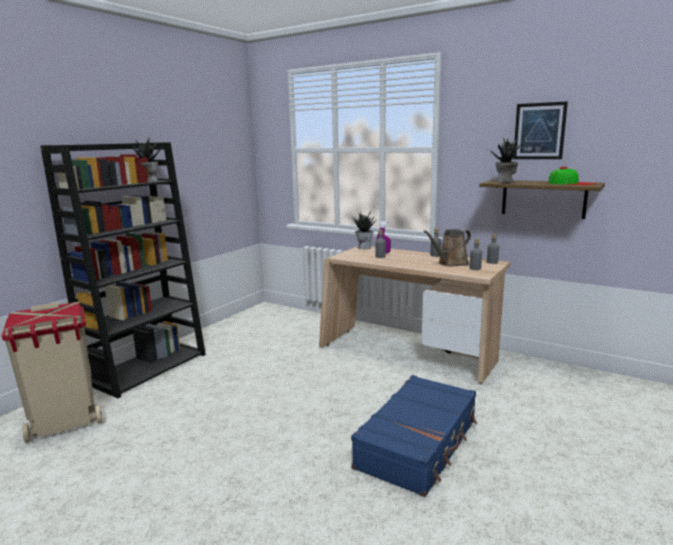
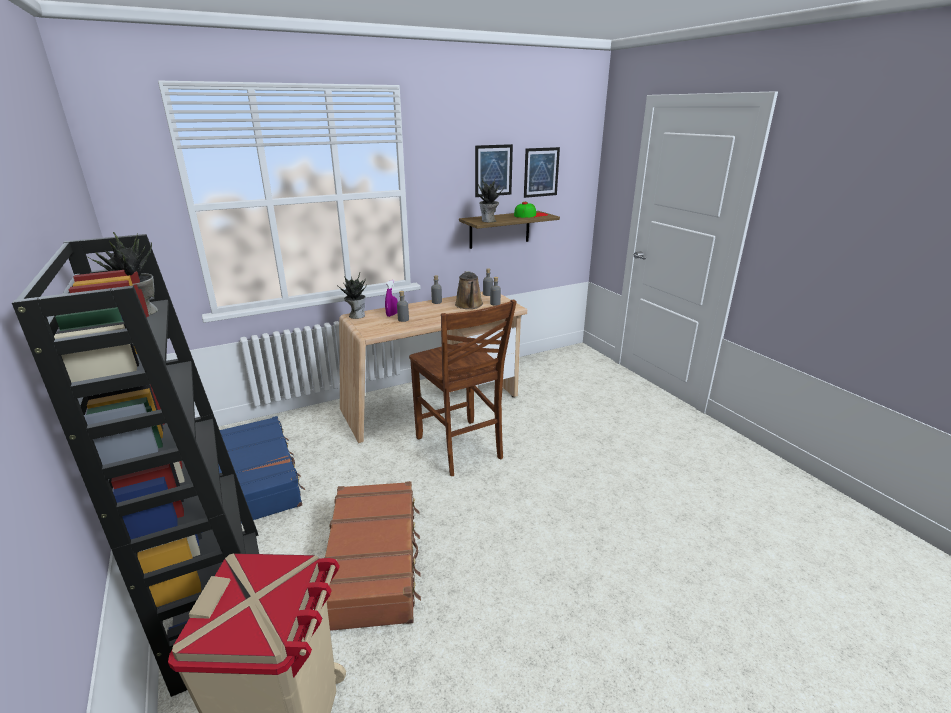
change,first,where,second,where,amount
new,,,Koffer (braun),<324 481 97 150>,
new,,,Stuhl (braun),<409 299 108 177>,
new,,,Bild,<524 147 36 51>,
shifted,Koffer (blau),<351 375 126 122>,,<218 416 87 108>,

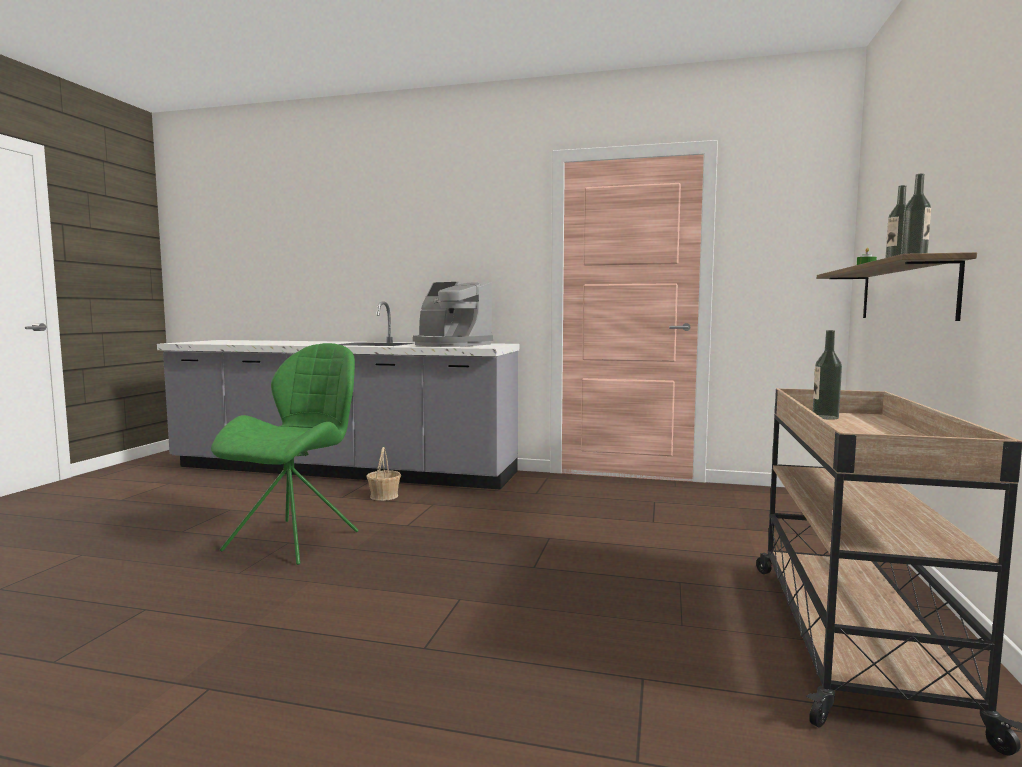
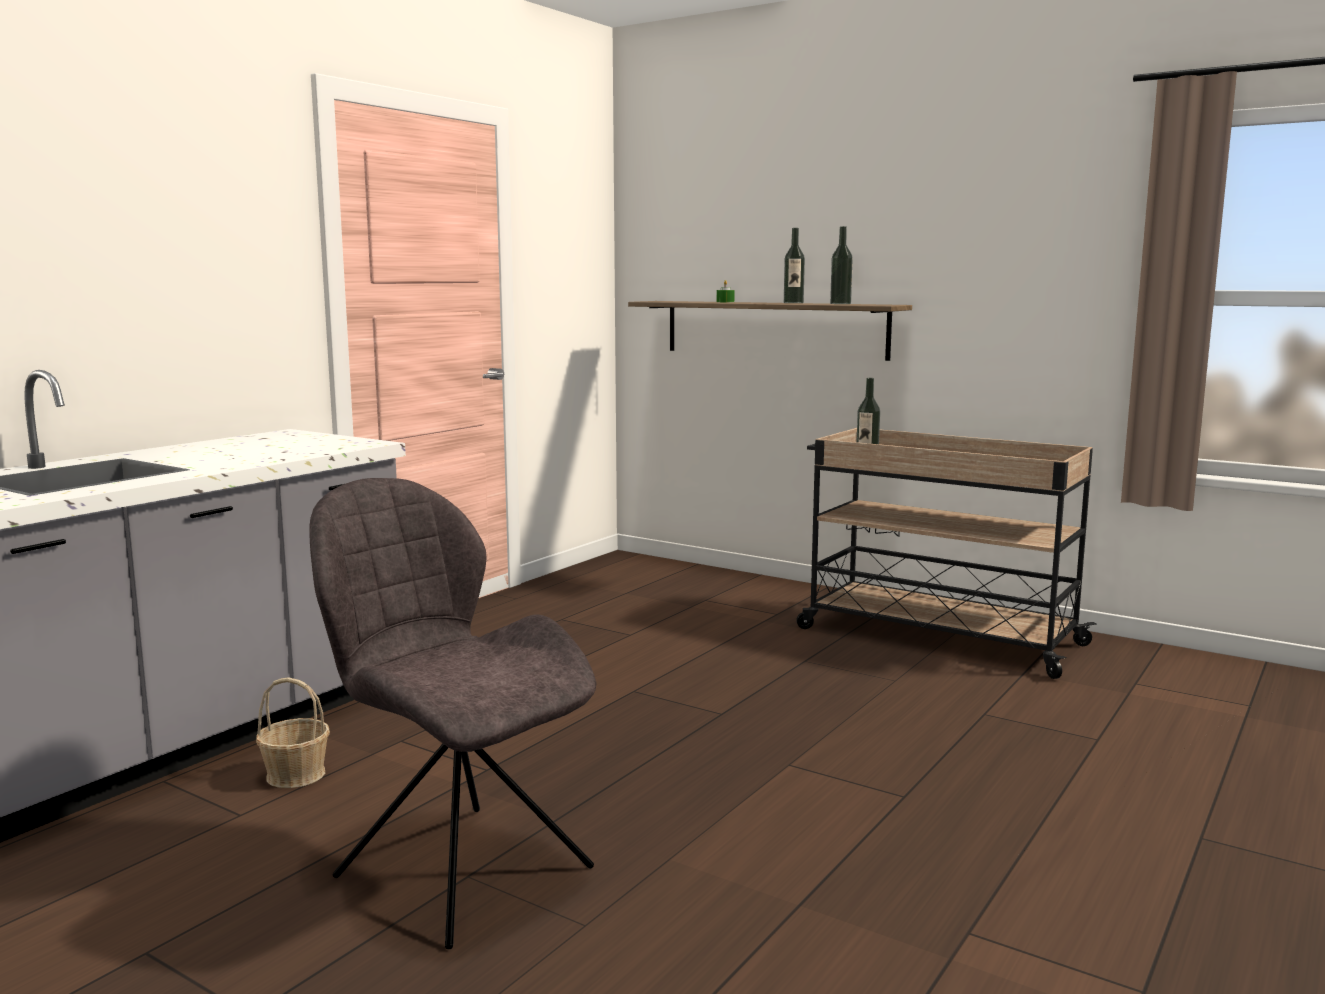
change,first,where,second,where,amount
gone,Kaffeemaschine,<413 282 80 65>,,,
repainted,Stuhl (grün),<211 343 148 222>,Stuhl (grau),<309 478 287 471>,

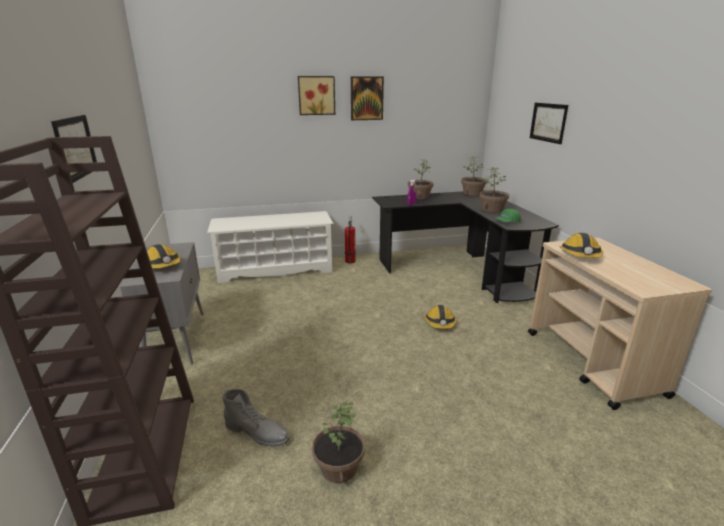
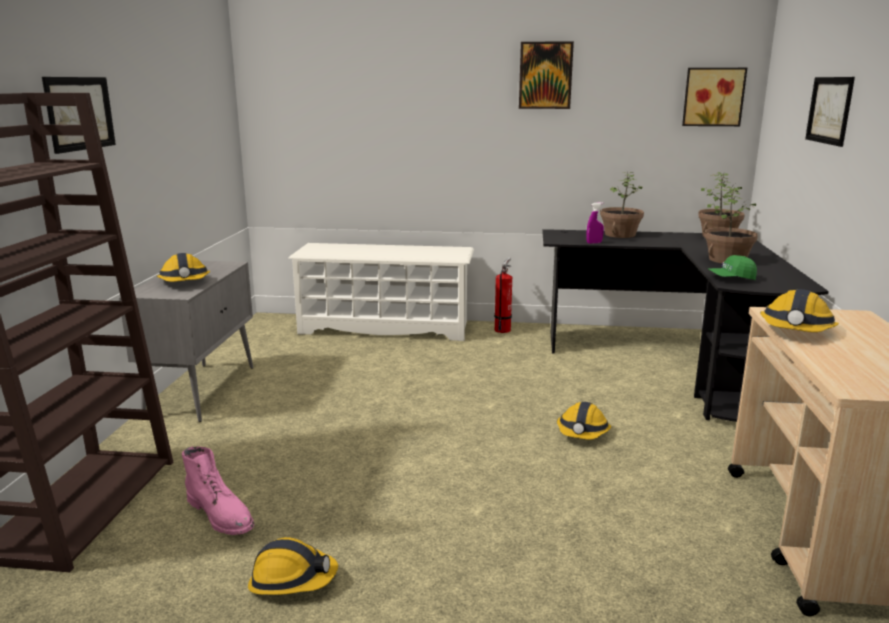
change,first,where,second,where,amount
shifted,Bild,<298 76 37 39>,,<682 68 65 58>,
swapped,Topfpflanze,<312 402 53 81>,Schutzhelm,<248 537 90 58>,
repainted,Stiefel (grau),<222 389 68 57>,Stiefel (rosa),<182 447 72 88>,

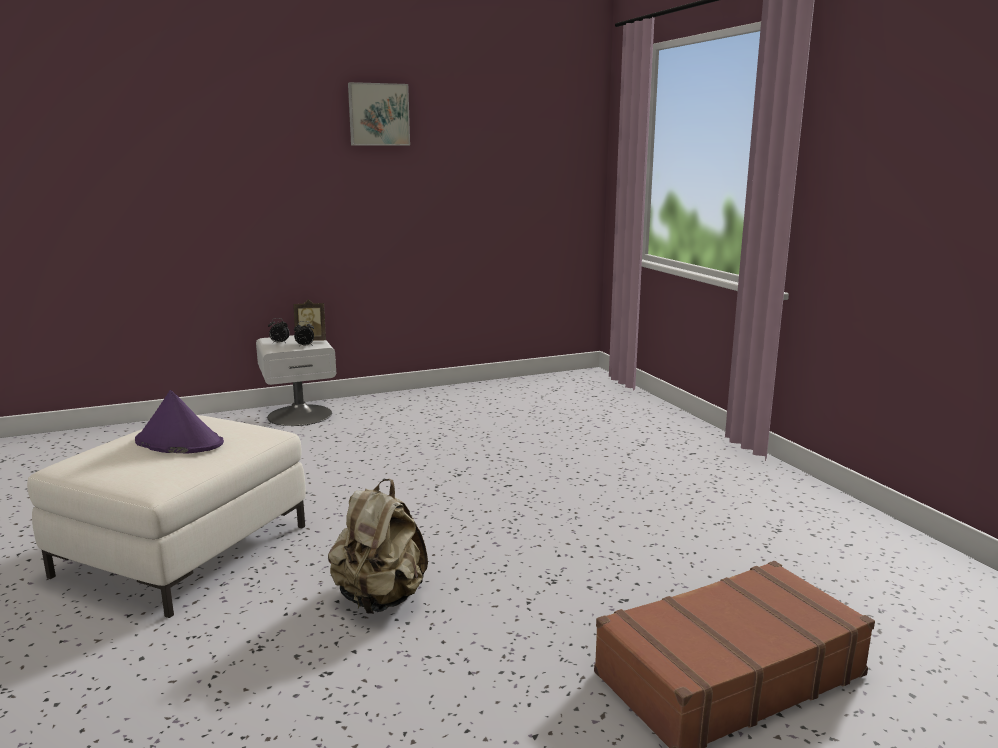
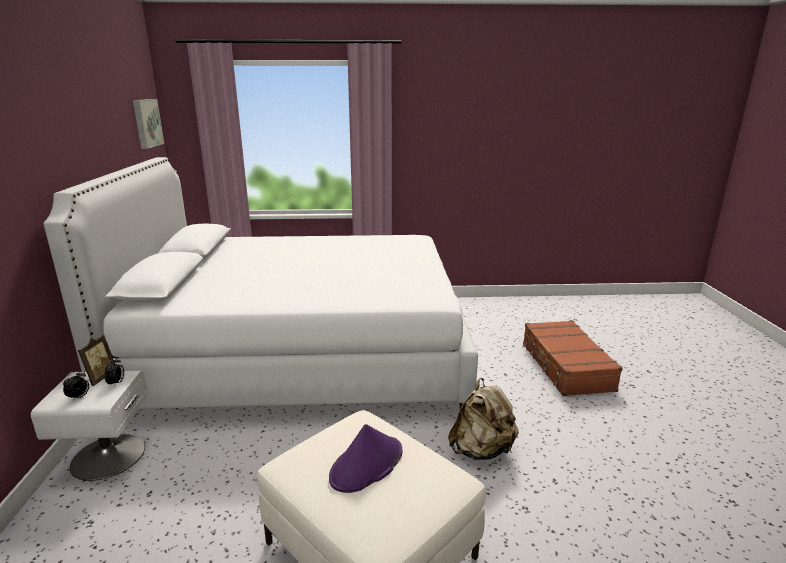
change,first,where,second,where,amount
new,,,Bett (weiß),<44 157 434 252>,
shifted,Bild,<348 82 62 63>,,<133 99 31 50>,

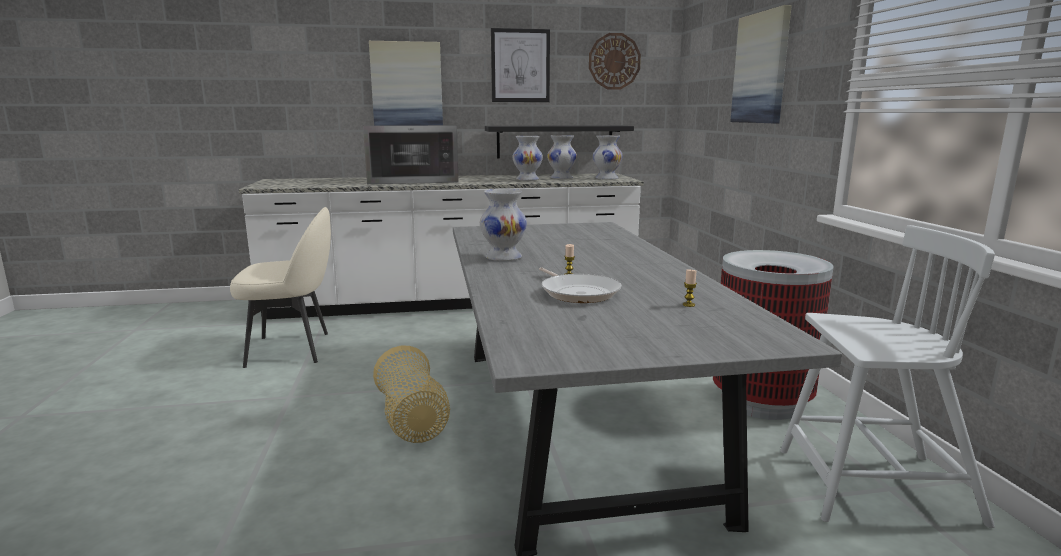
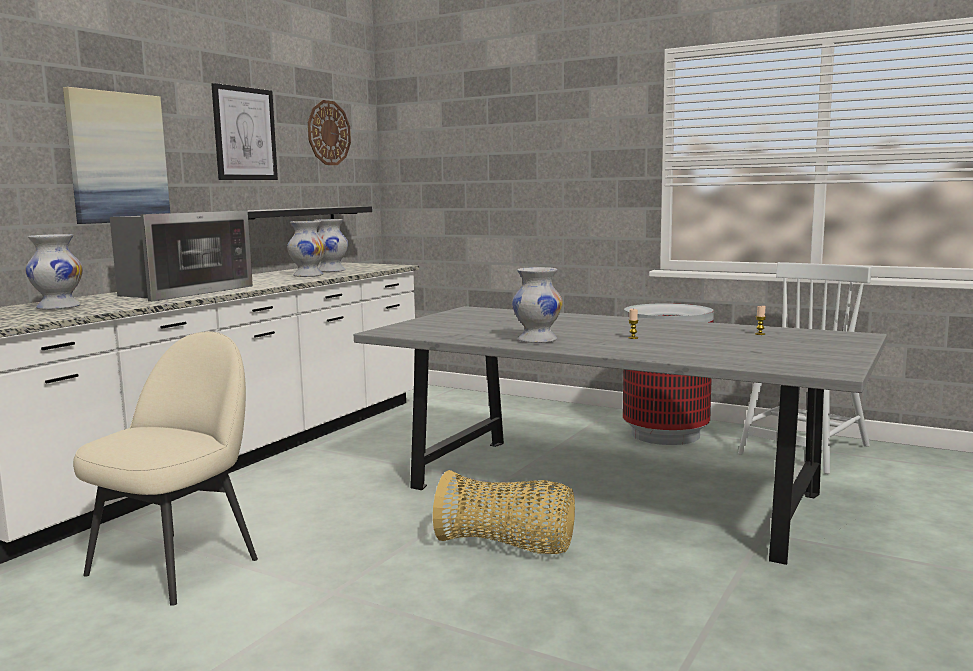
change,first,where,second,where,amount
gone,Pfanne,<539 267 82 36>,,,
gone,Bild,<730 5 62 118>,,,
shifted,Vase (weiß),<593 135 30 45>,,<25 234 58 76>,

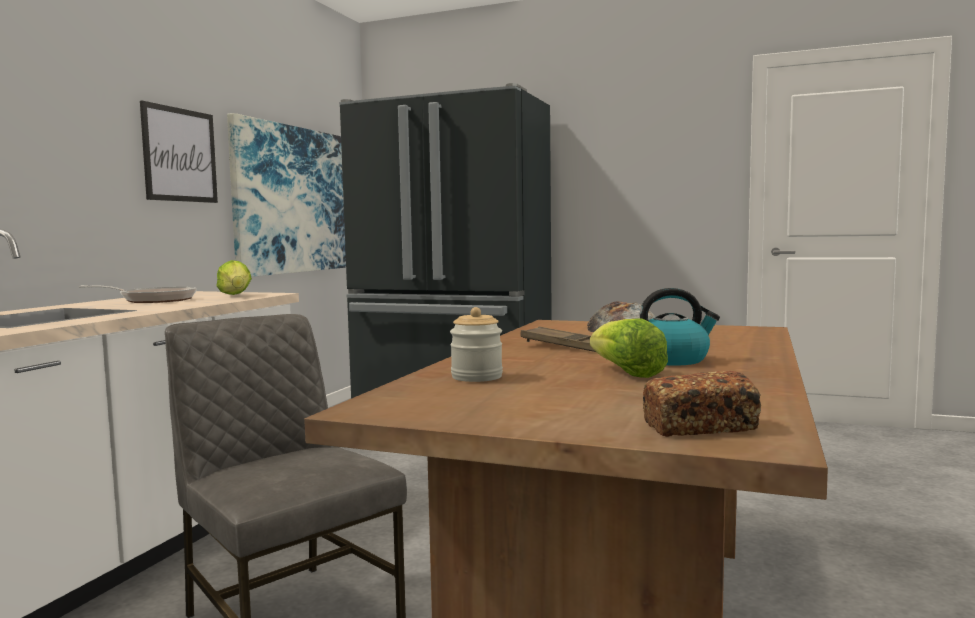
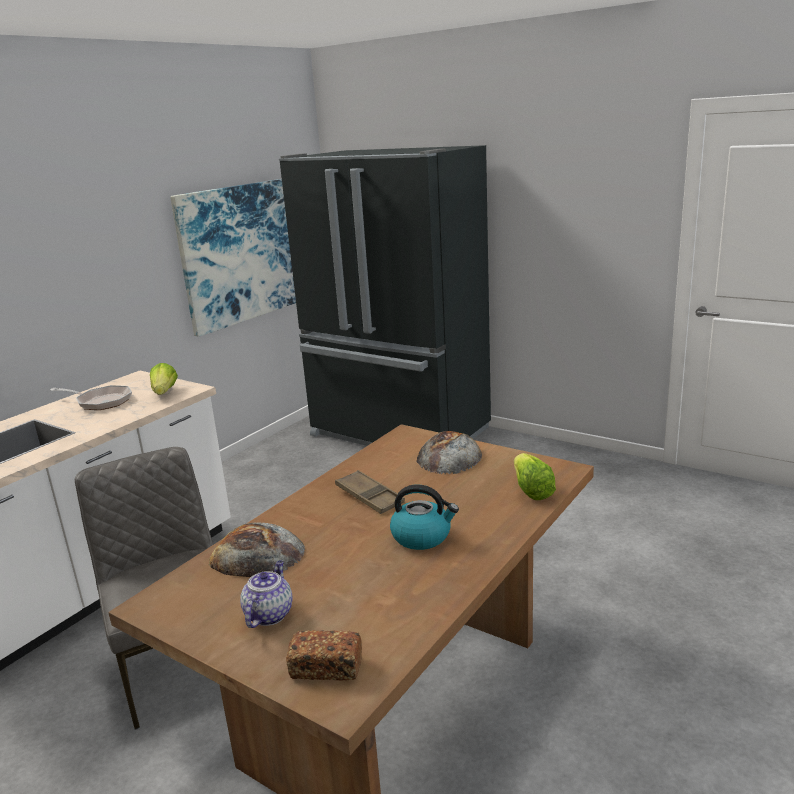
change,first,where,second,where,amount
gone,Bild,<140 101 78 102>,,,
new,,,Teekanne,<240 560 53 68>,
shifted,Salatkopf,<590 318 78 60>,,<514 453 42 47>,
swapped,Vorratsglas,<450 307 53 75>,Brot,<209 523 96 54>,

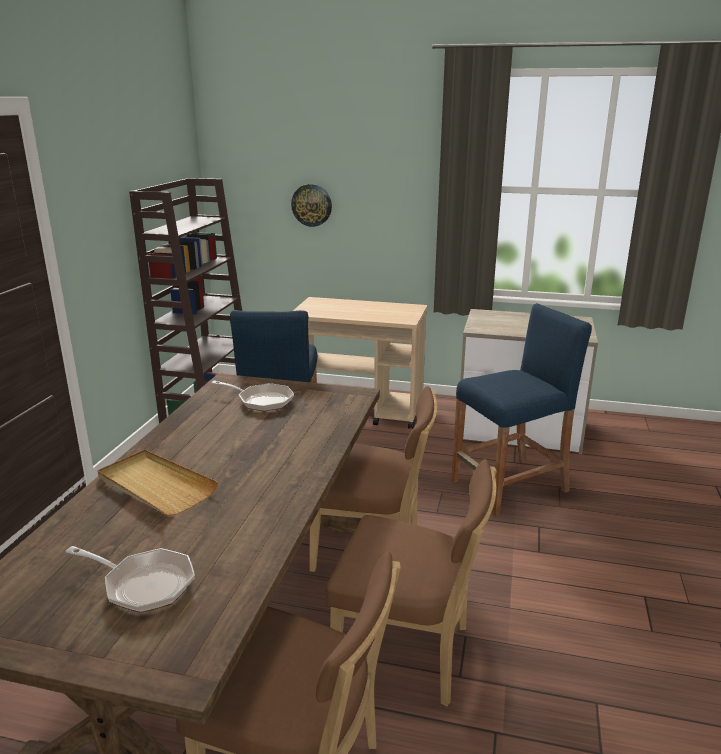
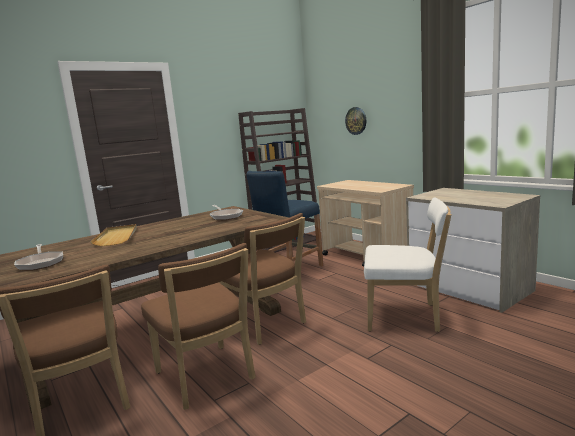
change,first,where,second,where,amount
swapped,Hocker (blau),<451 303 141 214>,Stuhl (weiß),<364 197 88 135>,

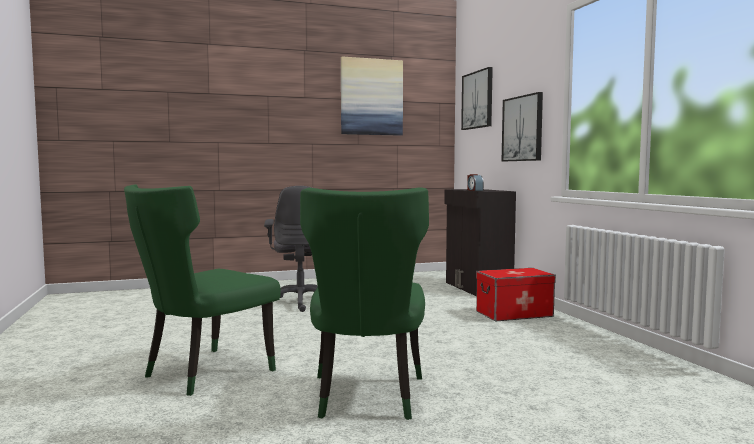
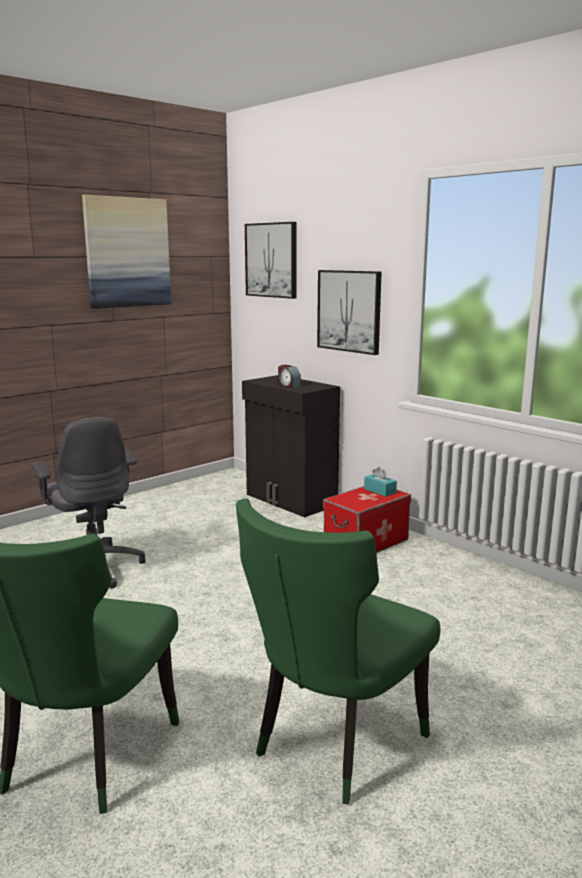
change,first,where,second,where,amount
new,,,Taschentuchbox (türkis),<364 467 33 30>,
rotated,Stuhl (grün),<300 187 129 233>,,<236 498 205 307>,60 degrees clockwise

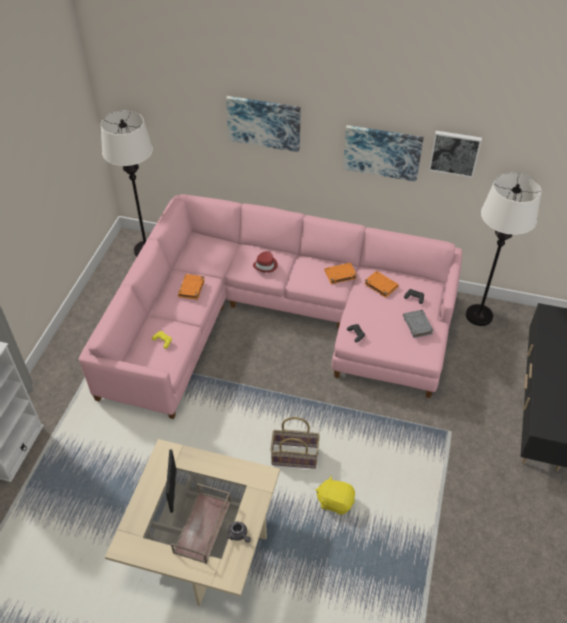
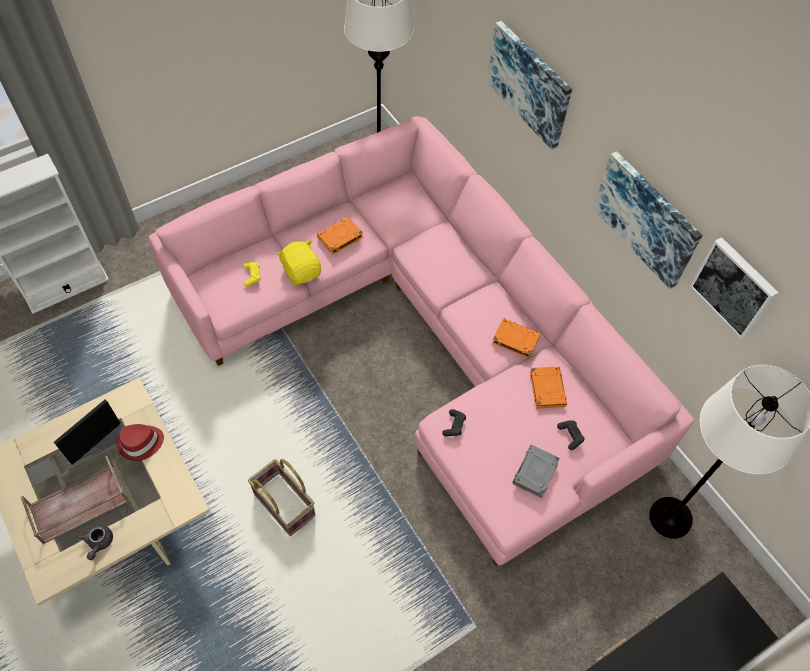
change,first,where,second,where,amount
shifted,Hut (rot),<253 251 25 22>,,<116 424 48 37>,
shifted,Plüschtier (gelb),<315 476 40 39>,,<277 240 44 46>,

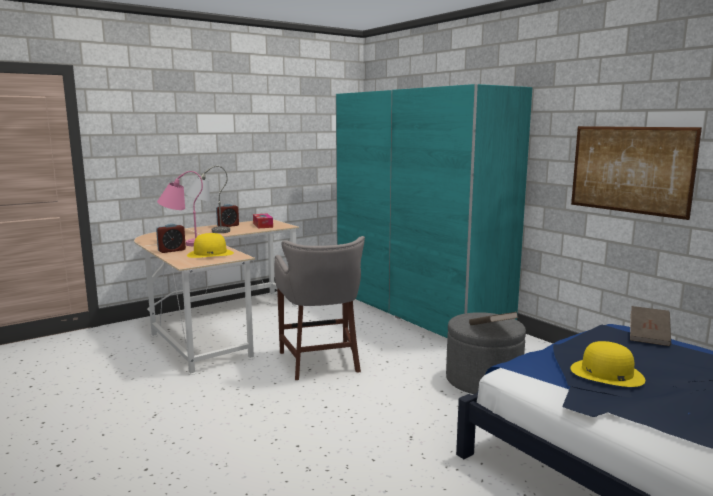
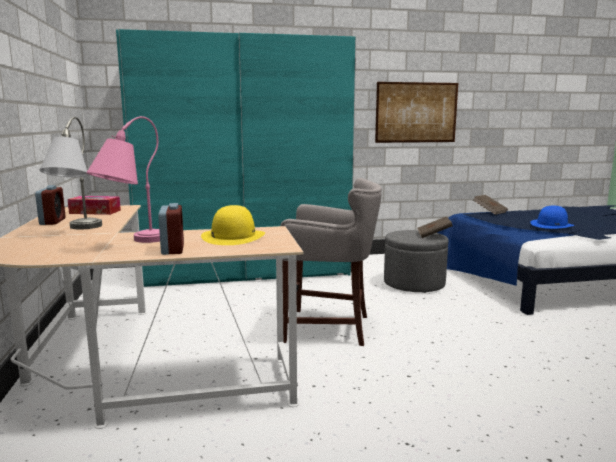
change,first,where,second,where,amount
repainted,Hut (gelb),<571 341 74 46>,Hut (blau),<530 206 45 23>,

